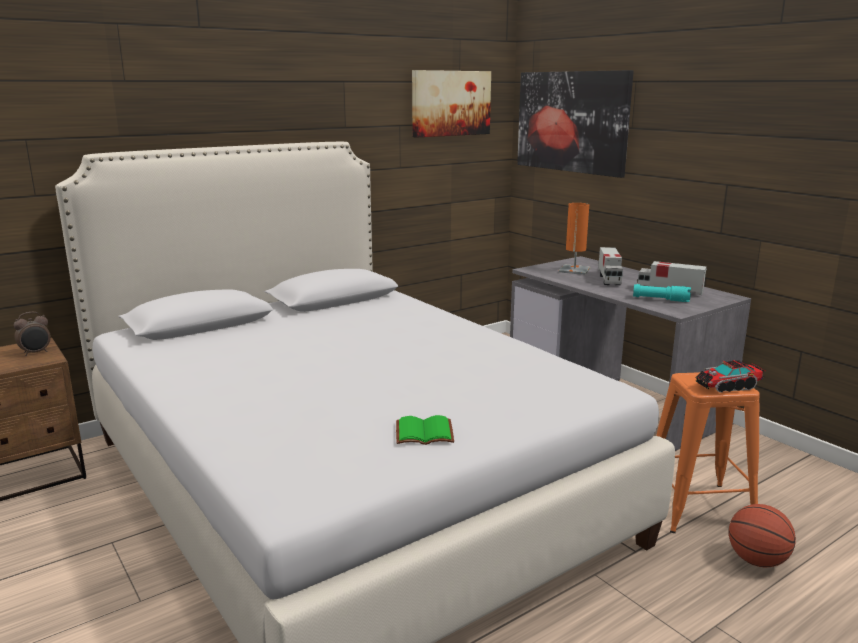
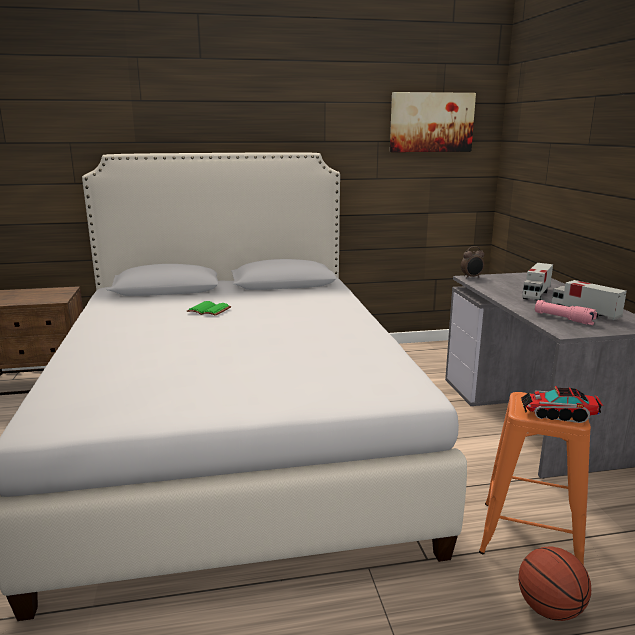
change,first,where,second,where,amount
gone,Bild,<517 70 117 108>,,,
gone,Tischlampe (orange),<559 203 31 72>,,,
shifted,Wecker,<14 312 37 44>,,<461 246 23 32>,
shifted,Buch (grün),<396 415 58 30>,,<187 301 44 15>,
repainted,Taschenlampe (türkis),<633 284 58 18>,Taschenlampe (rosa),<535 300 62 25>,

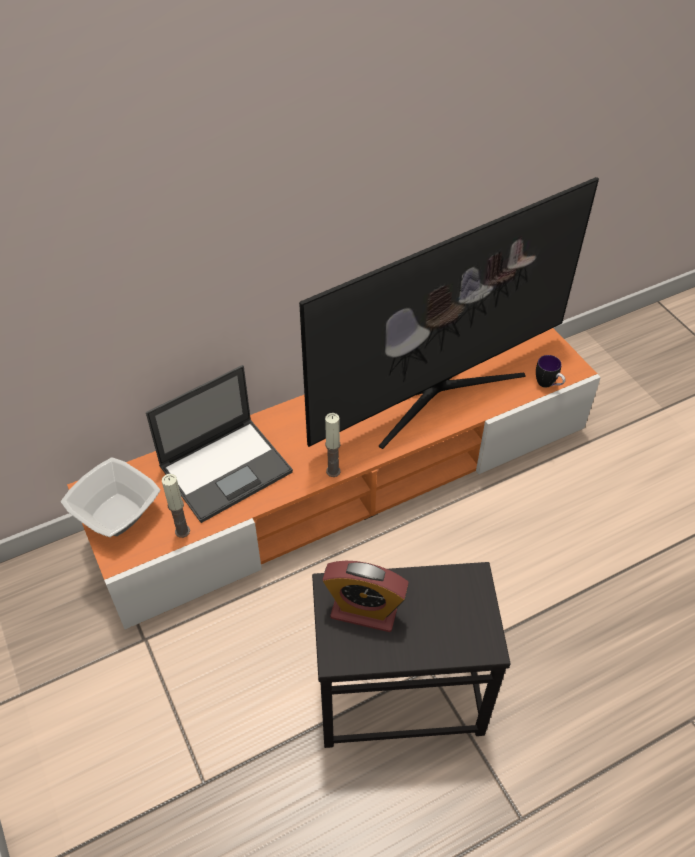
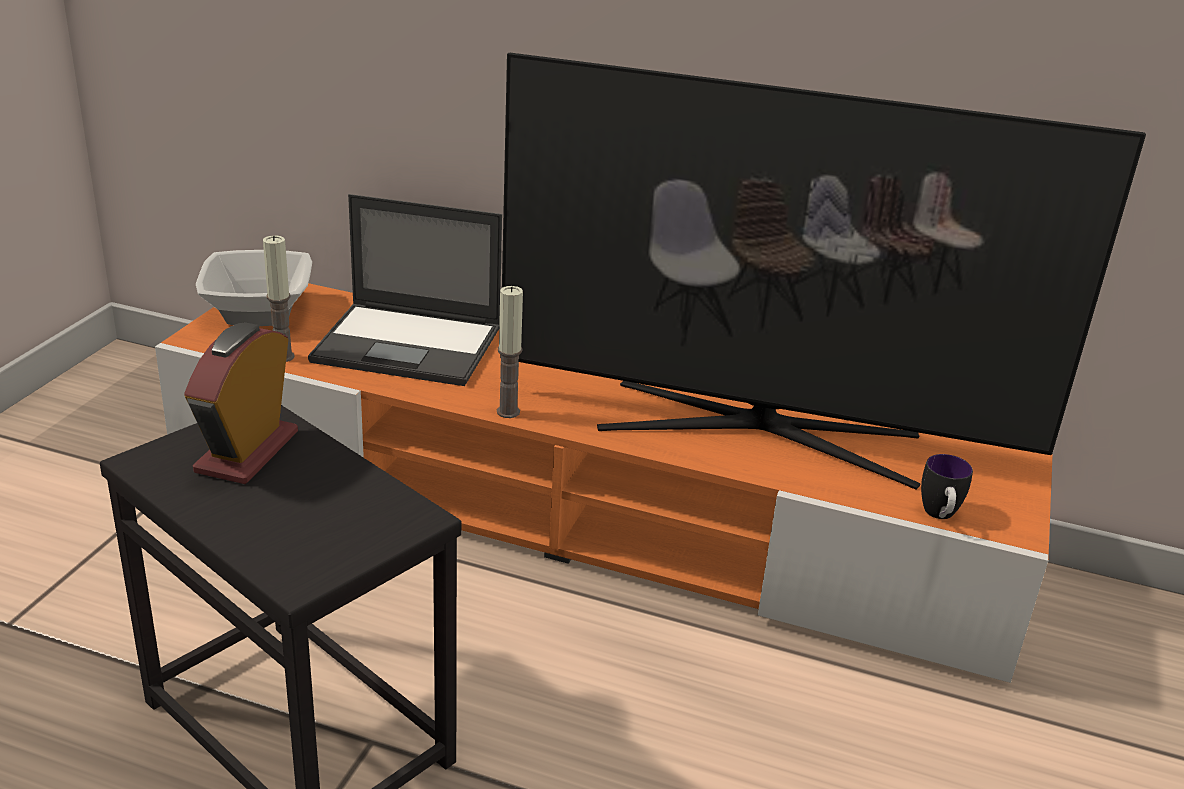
change,first,where,second,where,amount
rotated,Wecker,<322 561 87 71>,,<184 322 114 162>,45 degrees clockwise

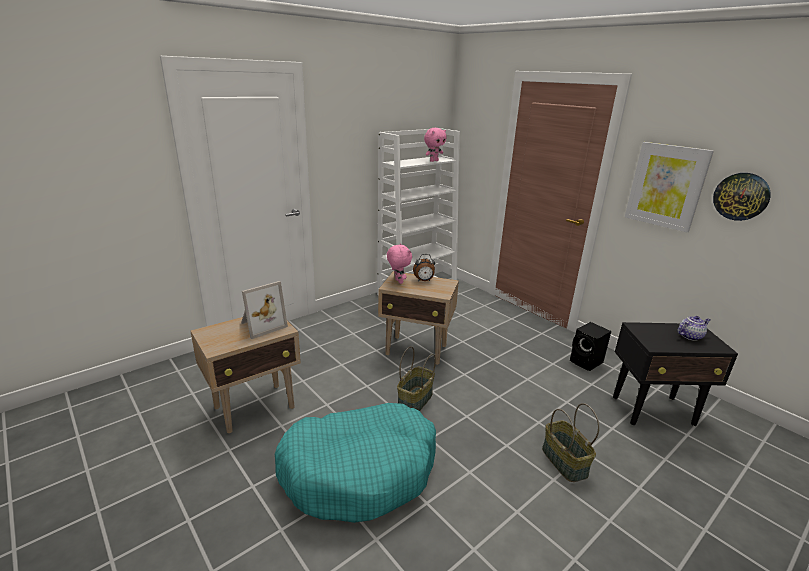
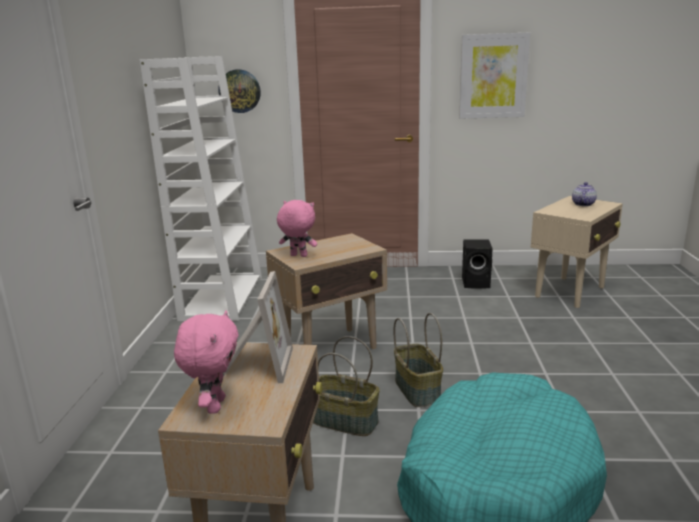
change,first,where,second,where,amount
gone,Wecker,<413 254 22 28>,,,
shifted,Plüschtier (rosa),<424 128 22 34>,,<174 311 65 103>,
shifted,Korb,<542 403 58 79>,,<313 336 67 100>,
shifted,Wanduhr,<713 173 58 48>,,<218 69 43 44>,
repainted,Beistelltisch (schwarz),<613 322 125 104>,Beistelltisch (beige),<531 196 92 112>,

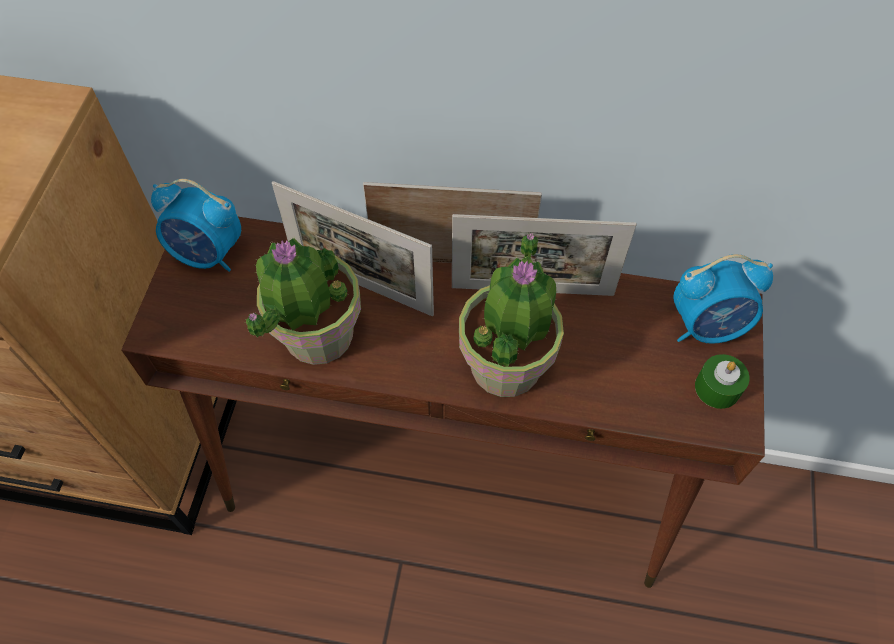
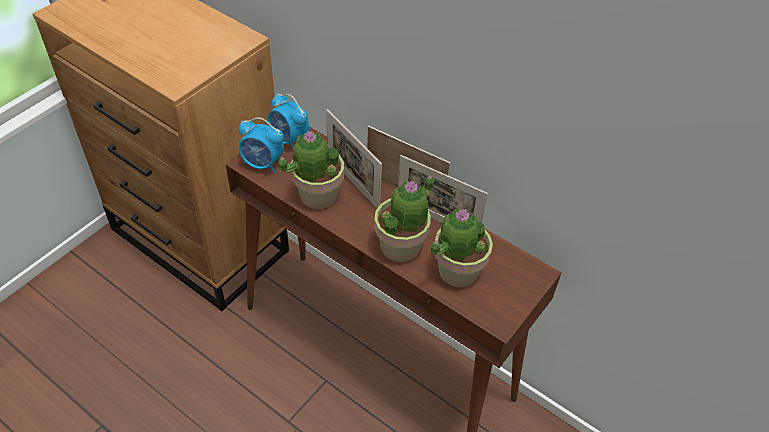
change,first,where,second,where,amount
gone,Kerze (grün),<695 354 55 55>,,,
new,,,Topfpflanze,<430 208 63 79>,
shifted,Wecker,<673 254 100 90>,,<239 117 45 56>,

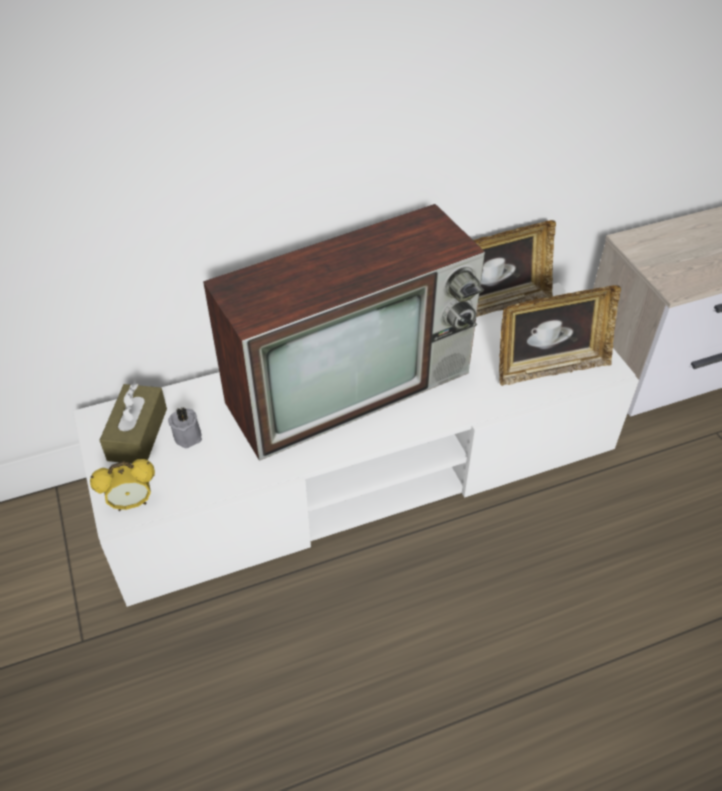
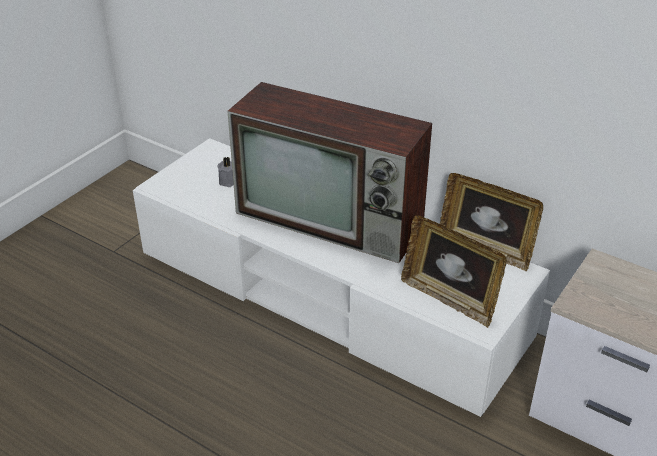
change,first,where,second,where,amount
gone,Wecker,<90 459 65 52>,,,
gone,Taschentuchbox (braun),<100 384 67 80>,,,

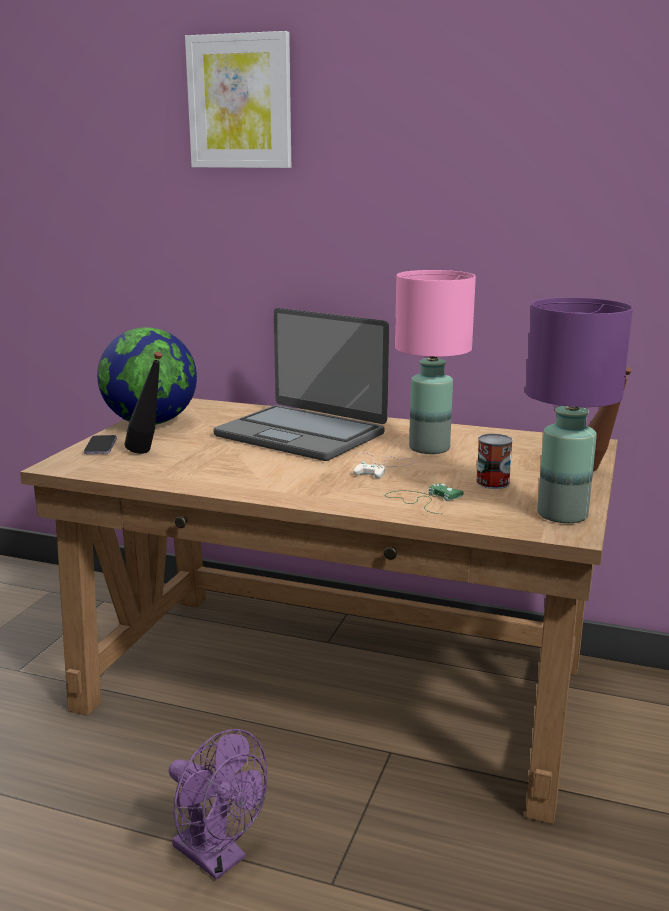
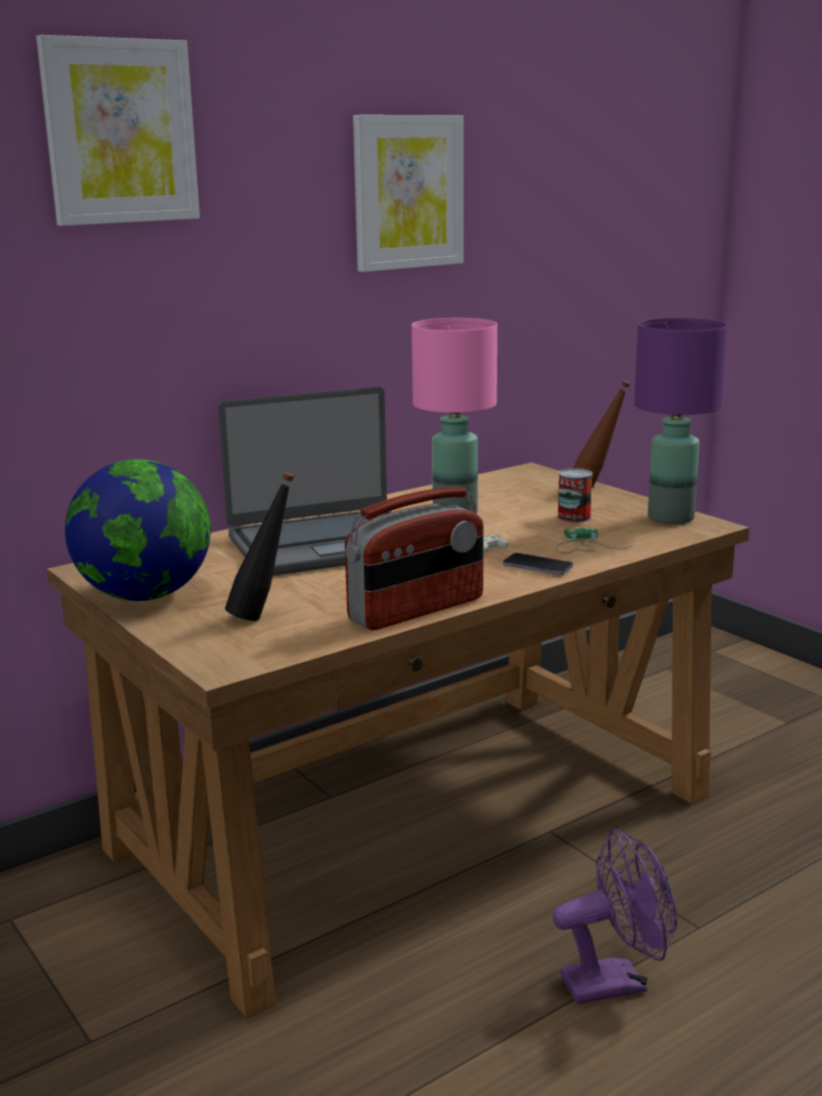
change,first,where,second,where,amount
new,,,Radio,<345 487 138 143>,
new,,,Bild,<353 115 111 157>,
shifted,Handy,<84 435 33 19>,,<503 553 70 22>,

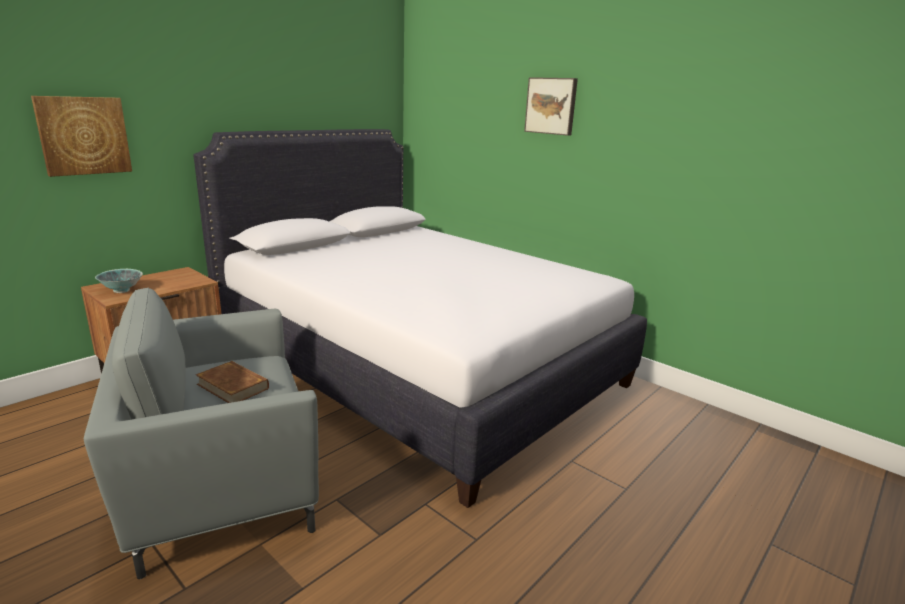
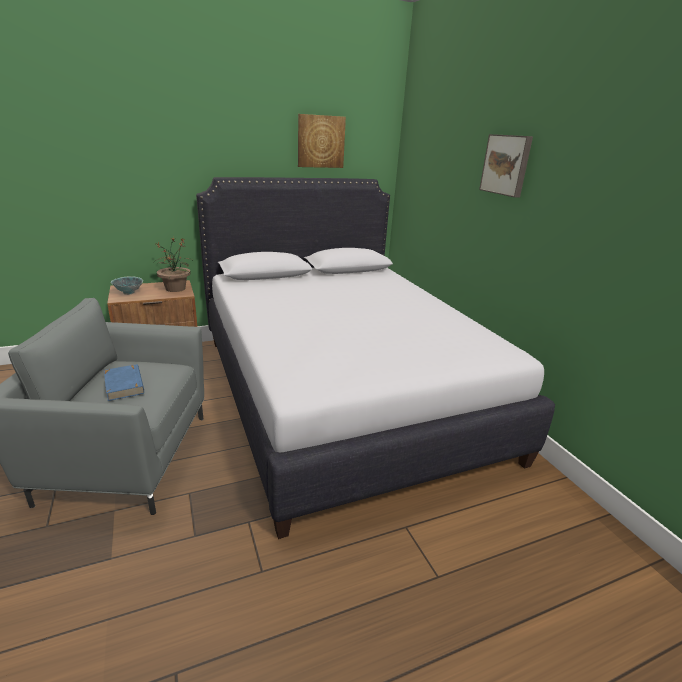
change,first,where,second,where,amount
new,,,Topfpflanze,<154 237 39 55>,
shifted,Bild,<31 96 101 81>,,<298 114 48 54>,
repainted,Buch (braun),<196 361 73 42>,Buch (blau),<104 364 40 37>,

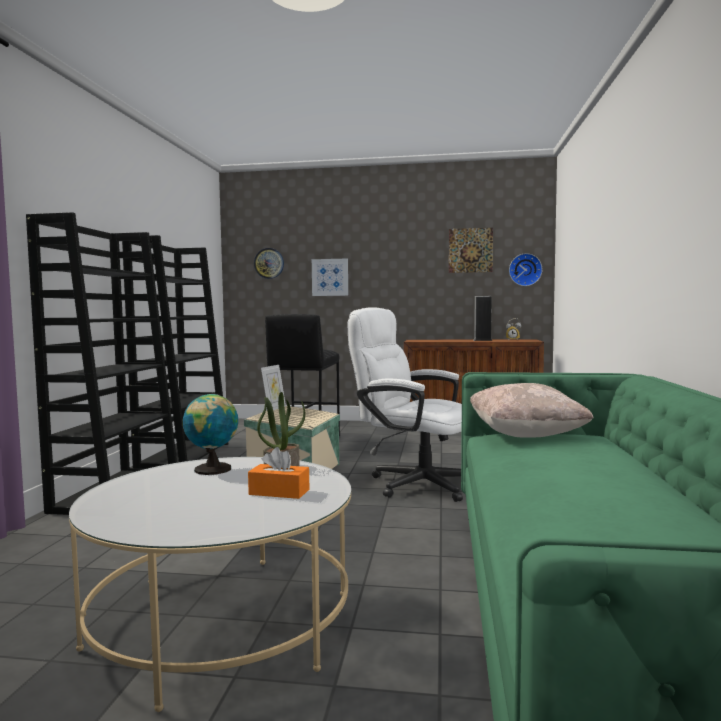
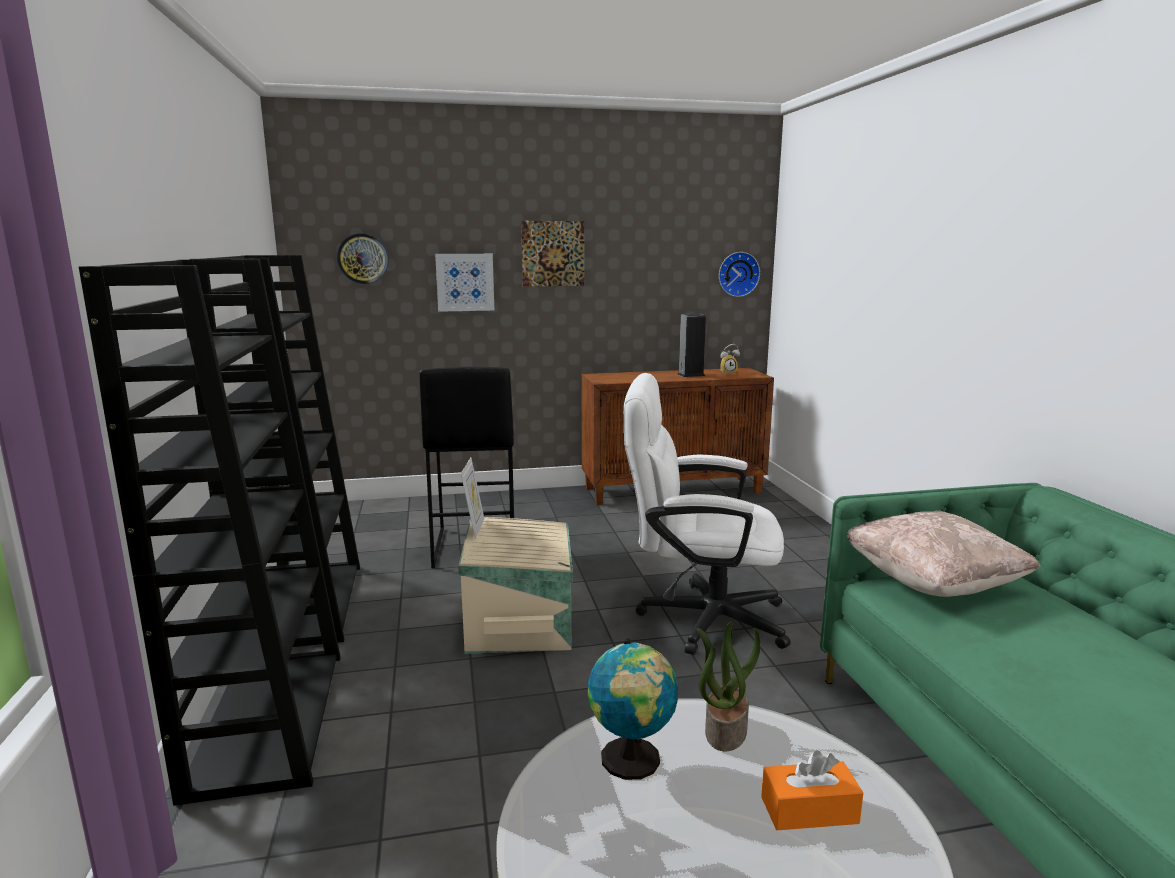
change,first,where,second,where,amount
shifted,Bild,<449 228 44 45>,,<521 221 63 66>,

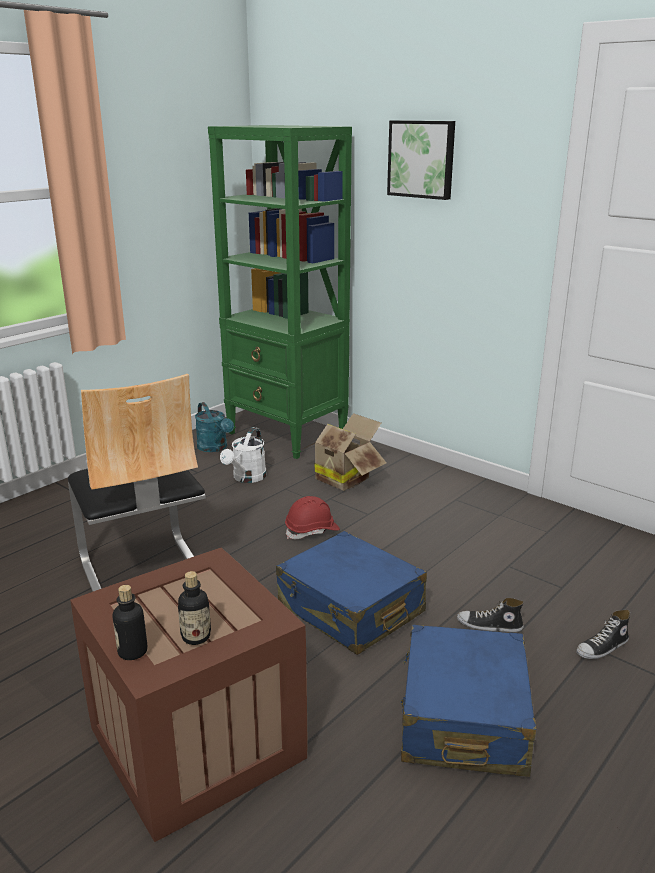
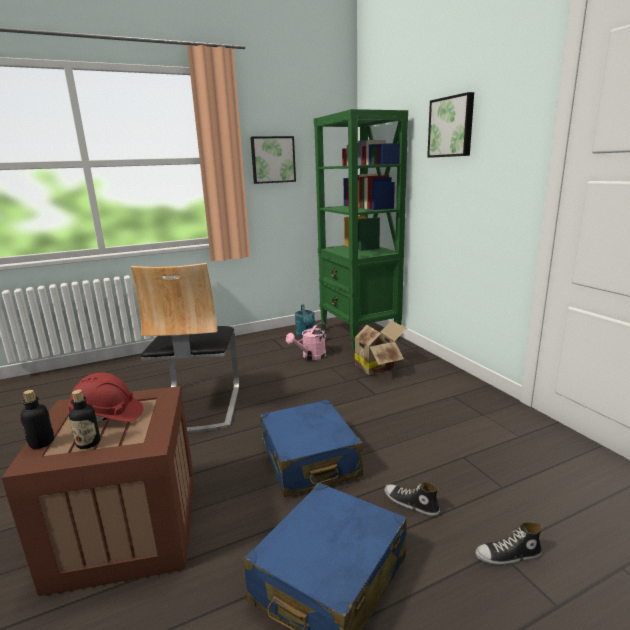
change,first,where,second,where,amount
new,,,Bild,<250 136 46 48>,
shifted,Schutzhelm (rot),<285 496 55 43>,,<68 372 76 50>,
repainted,Gießkanne (weiß),<220 427 47 56>,Gießkanne (rosa),<286 322 41 38>,

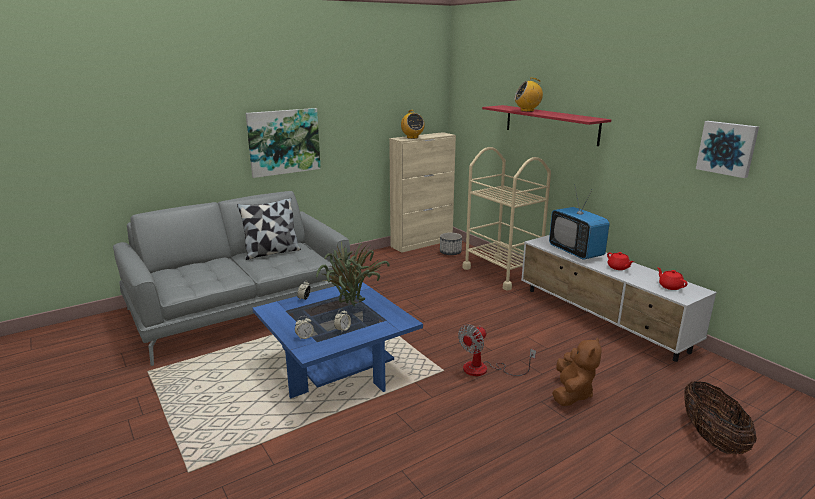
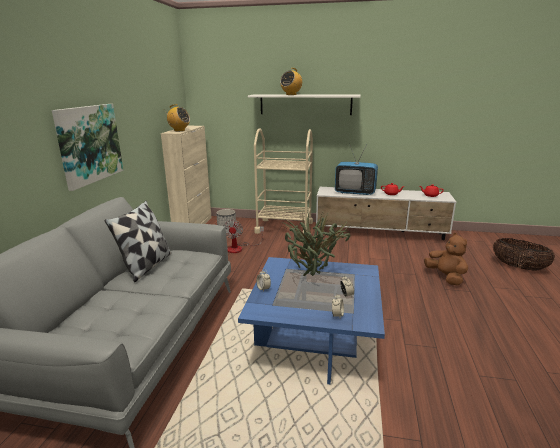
change,first,where,second,where,amount
gone,Bild,<696 121 63 57>,,,
shifted,Ventilator,<458 324 78 52>,,<224 220 40 33>,
repainted,Wandregal (rot),<482 105 129 41>,Wandregal (weiß),<248 94 113 21>,

